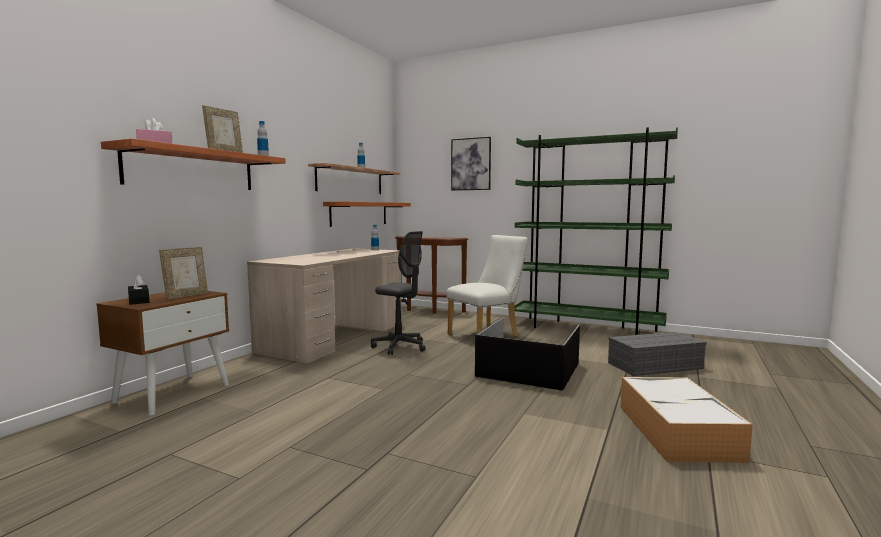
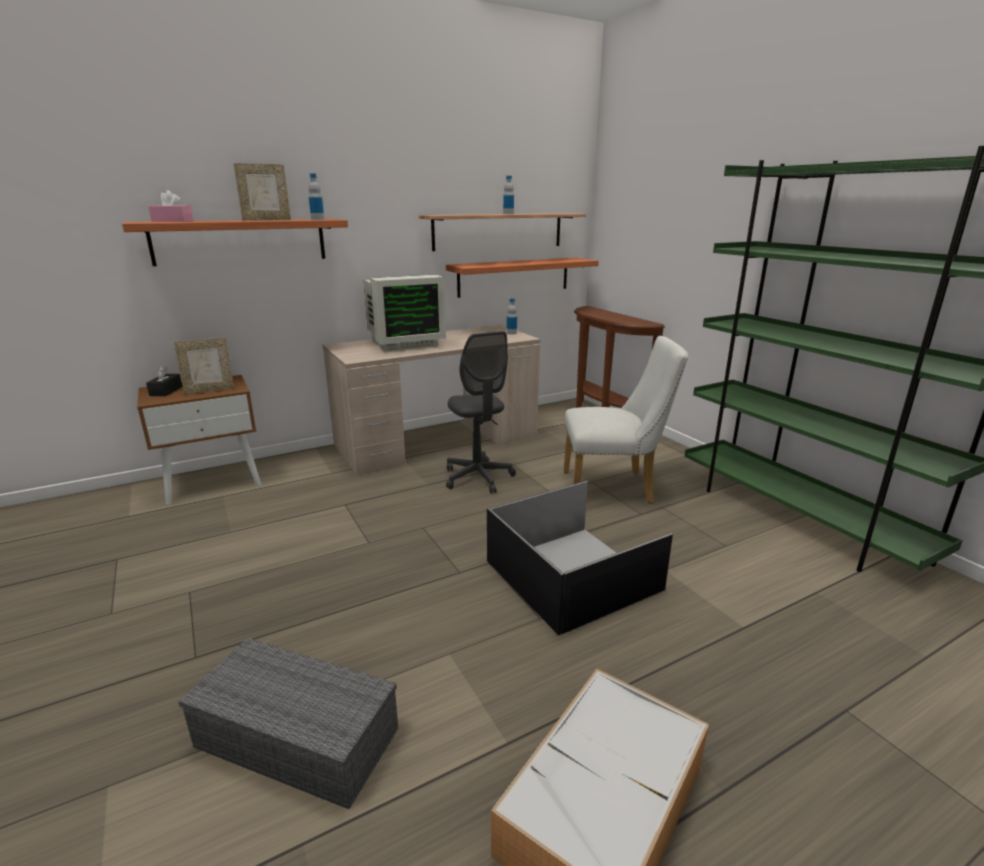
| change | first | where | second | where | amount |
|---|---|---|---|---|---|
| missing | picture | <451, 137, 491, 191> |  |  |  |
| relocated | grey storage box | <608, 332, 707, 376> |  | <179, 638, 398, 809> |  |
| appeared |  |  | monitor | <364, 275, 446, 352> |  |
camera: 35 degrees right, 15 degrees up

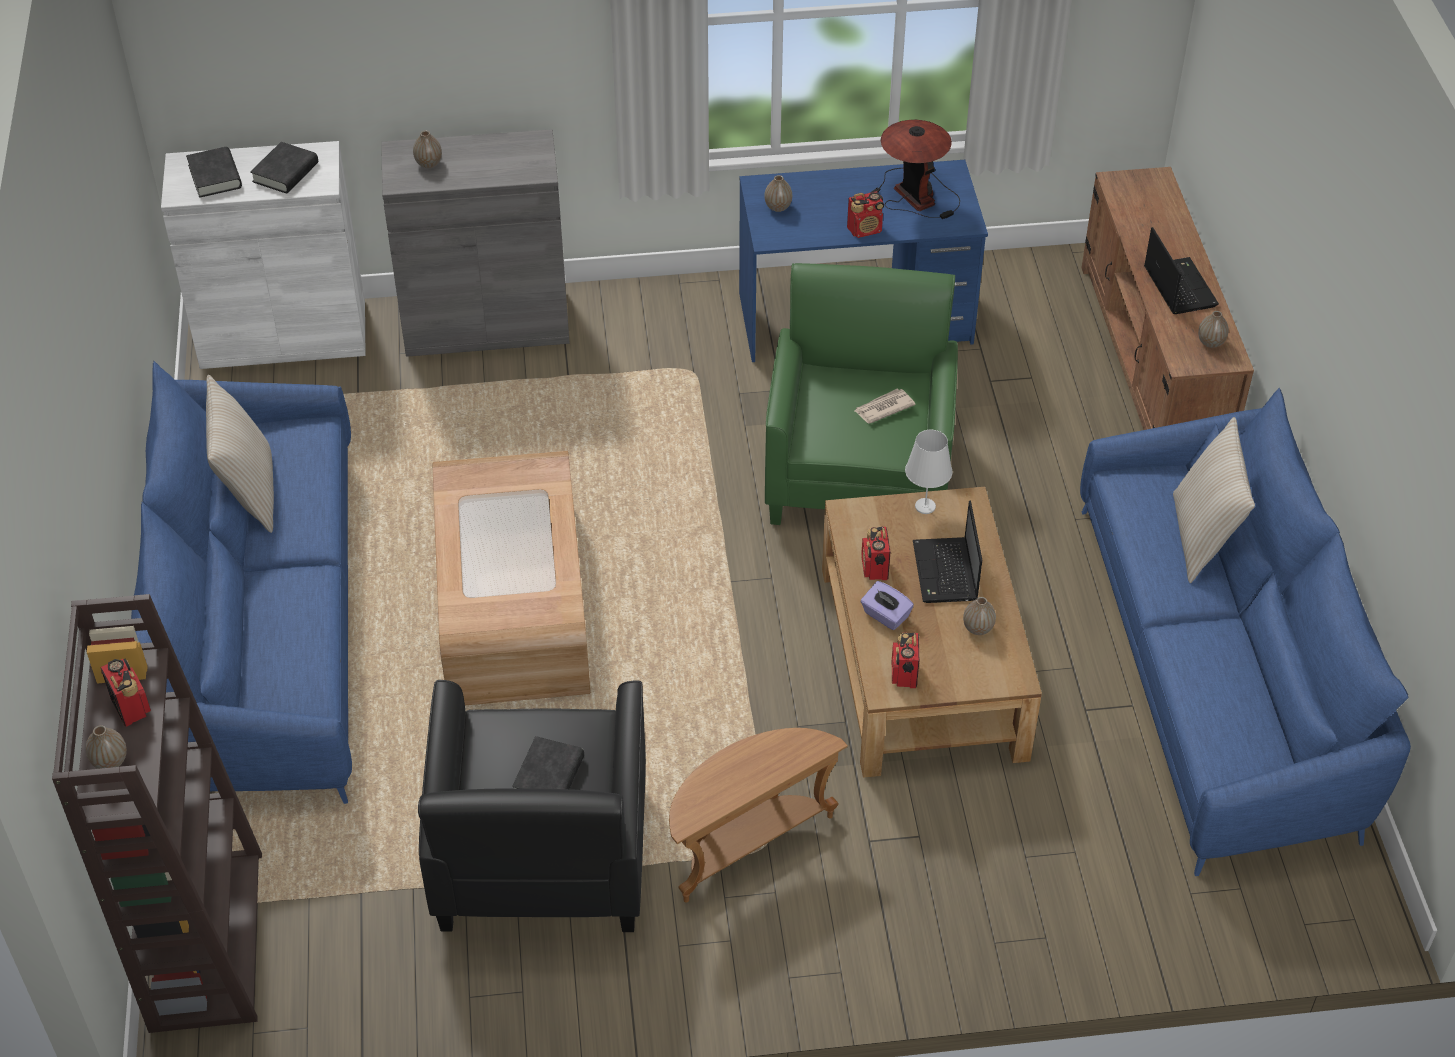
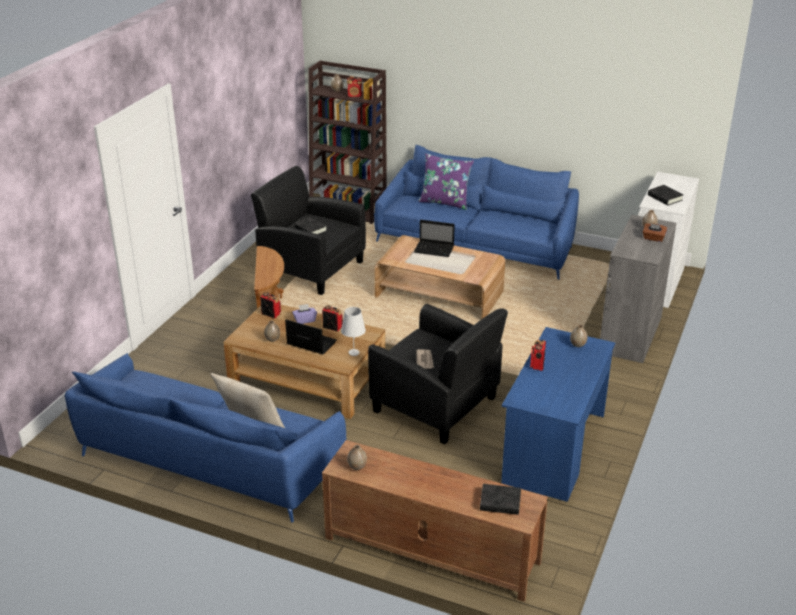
| change | first | where | second | where | amount |
|---|---|---|---|---|---|
| relocated | black book | <186, 147, 242, 198> |  | <480, 484, 521, 515> |  |
| missing | beige pillow | <206, 375, 274, 533> |  |  |  |
| colour | green armchair | <765, 263, 958, 525> | black armchair | <368, 304, 508, 444> |  |
| missing | table lamp | <870, 120, 960, 219> |  |  |  |
| relocated | laptop | <1144, 227, 1219, 314> |  | <414, 220, 455, 257> |  |
| appeared |  |  | purple pillow | <419, 153, 474, 210> |  |
| appeared |  |  | brown tissue box | <643, 223, 667, 242> |  |
camera: 120 degrees right, 15 degrees down

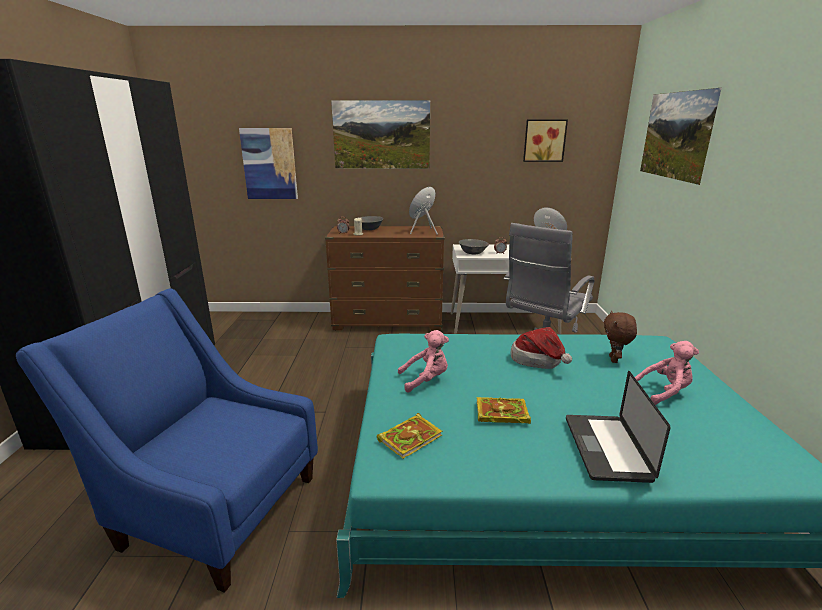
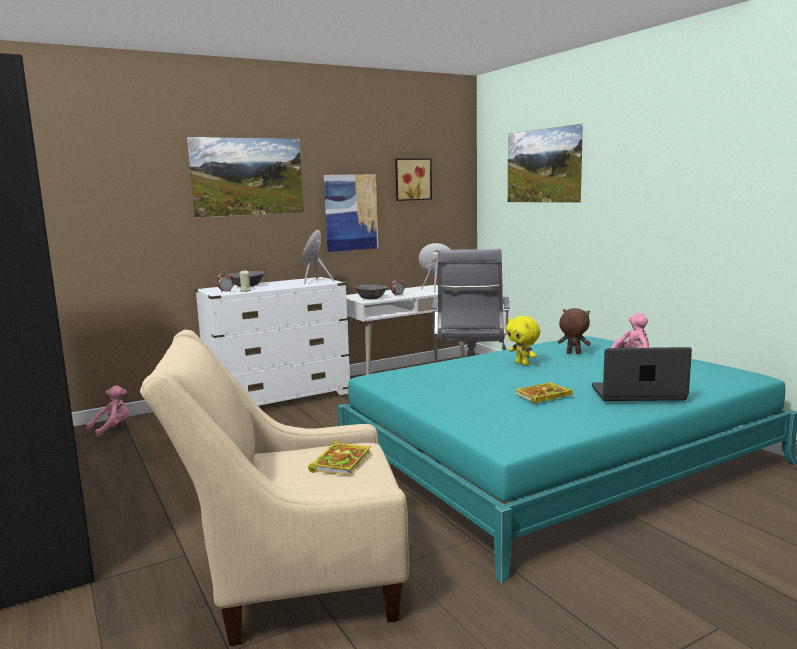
| change | first | where | second | where | amount |
|---|---|---|---|---|---|
| colour | blue armchair | <16, 289, 318, 593> | beige armchair | <140, 330, 409, 646> |  |
| relocated | picture | <239, 128, 298, 199> |  | <324, 174, 378, 252> |  |
| colour | brown dresser | <325, 226, 445, 331> | white dresser | <195, 277, 350, 406> |  |
| relocated | book | <377, 413, 443, 459> |  | <308, 441, 371, 476> |  |
| relocated | pink plush toy | <398, 330, 449, 392> |  | <86, 385, 129, 437> |  |
| exchanged | hat | <511, 327, 572, 369> | yellow plush toy | <506, 316, 540, 366> |  |
| spun | laptop | <566, 371, 671, 483> |  | <592, 347, 692, 401> | 120 degrees clockwise |
| spun | brown plush toy | <604, 311, 637, 363> |  | <558, 308, 591, 354> | 135 degrees clockwise |
camera: 30 degrees left, 10 degrees down

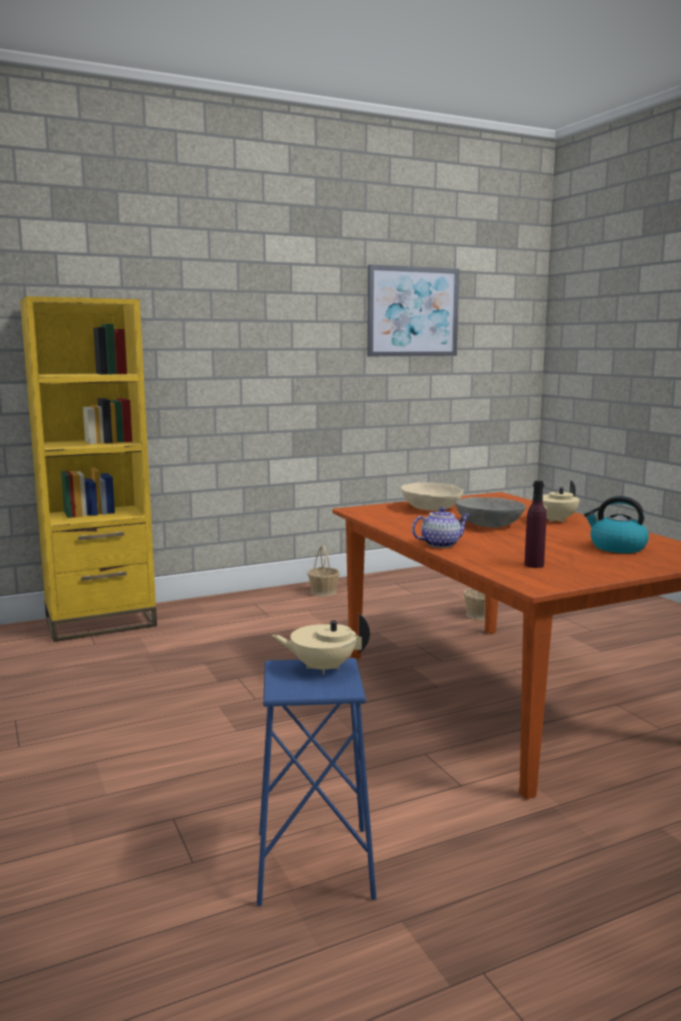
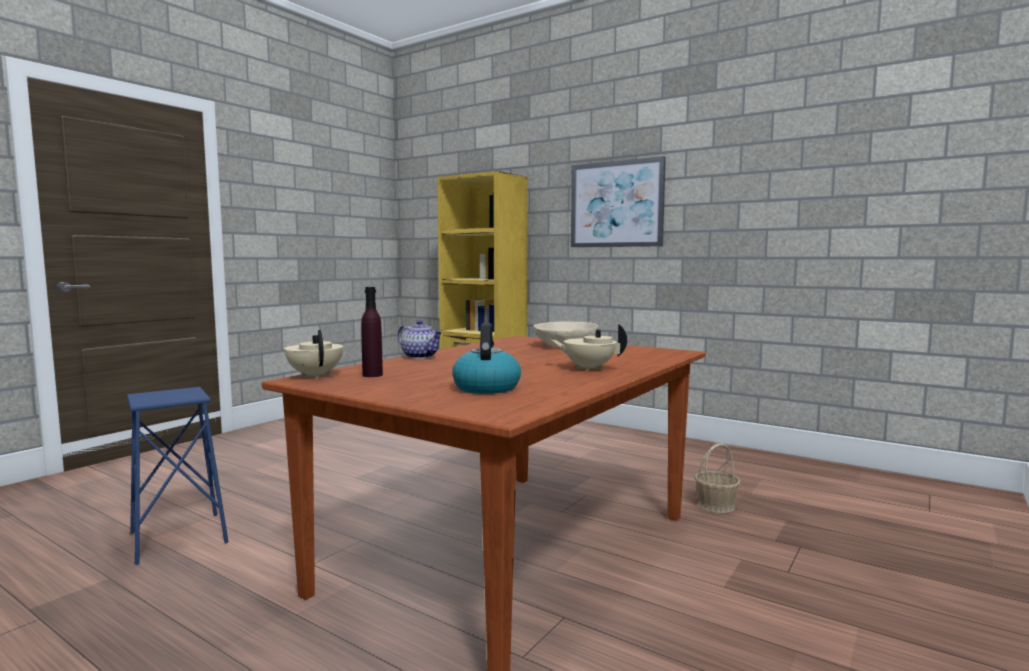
| change | first | where | second | where | amount |
|---|---|---|---|---|---|
| relocated | beige teapot | <272, 613, 370, 675> |  | <284, 330, 343, 379> |  |
| missing | basket | <307, 546, 340, 597> |  |  |  |
| relocated | picture | <367, 264, 460, 357> |  | <571, 156, 666, 248> |  |
| missing | grey bowl | <455, 497, 526, 528> |  |  |  |
camera: 60 degrees right, 5 degrees down

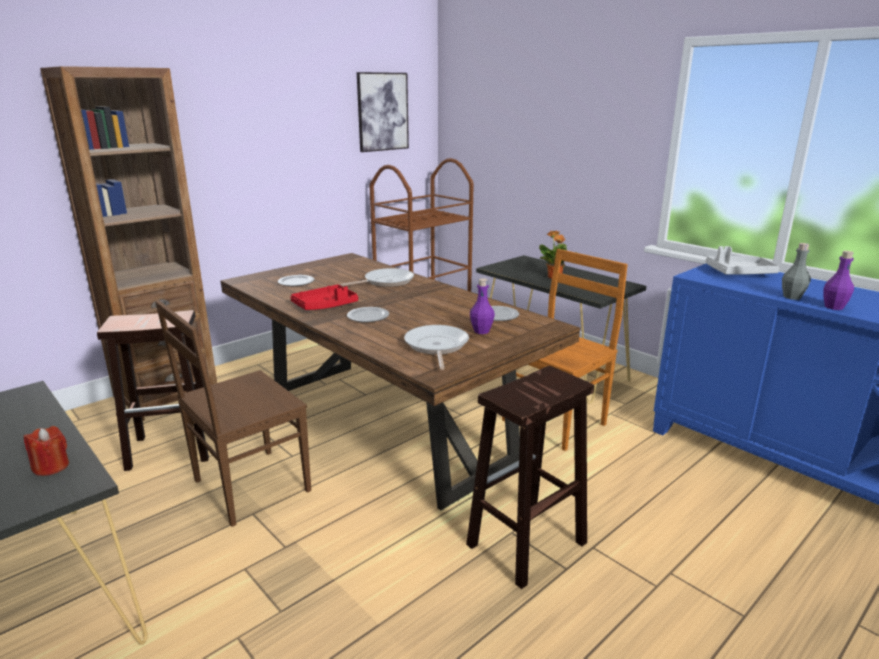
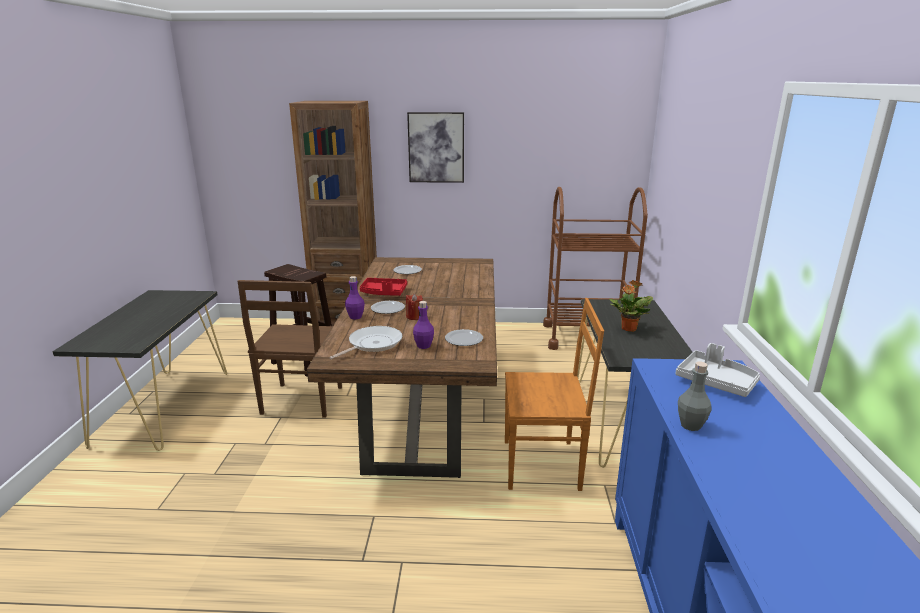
| change | first | where | second | where | amount |
|---|---|---|---|---|---|
| relocated | red candle | <24, 426, 69, 476> |  | <406, 294, 423, 320> |  |
| spun | brown chair | <155, 300, 311, 527> |  | <237, 280, 342, 418> | 90 degrees counterclockwise |
| missing | frying pan | <340, 268, 414, 287> |  |  |  |
| relocated | picture | <357, 72, 409, 152> |  | <407, 112, 464, 183> |  |
| missing | brown stool | <466, 366, 594, 589> |  |  |  |
| relocated | purple bottle | <823, 251, 854, 310> |  | <345, 276, 365, 319> |  |
camera: 45 degrees right, 0 degrees up

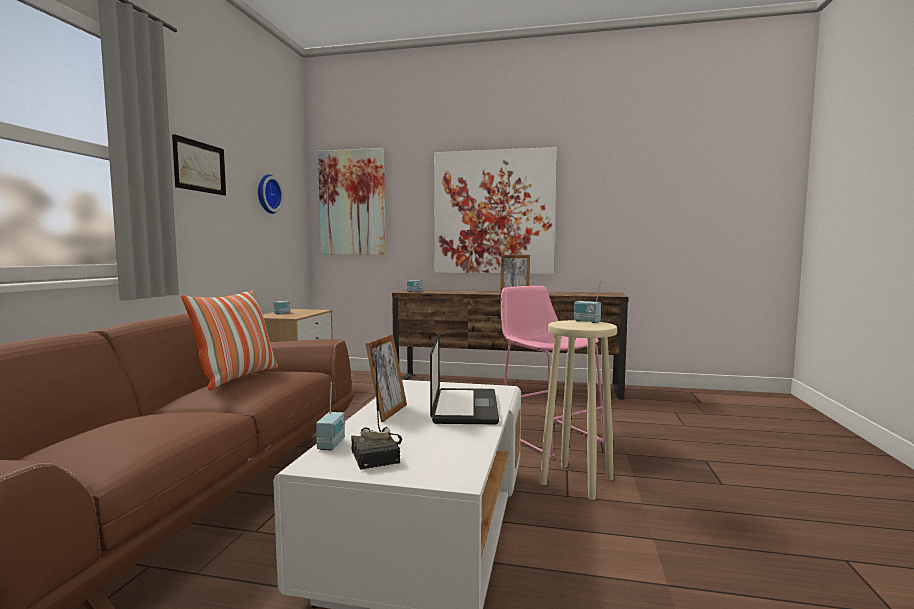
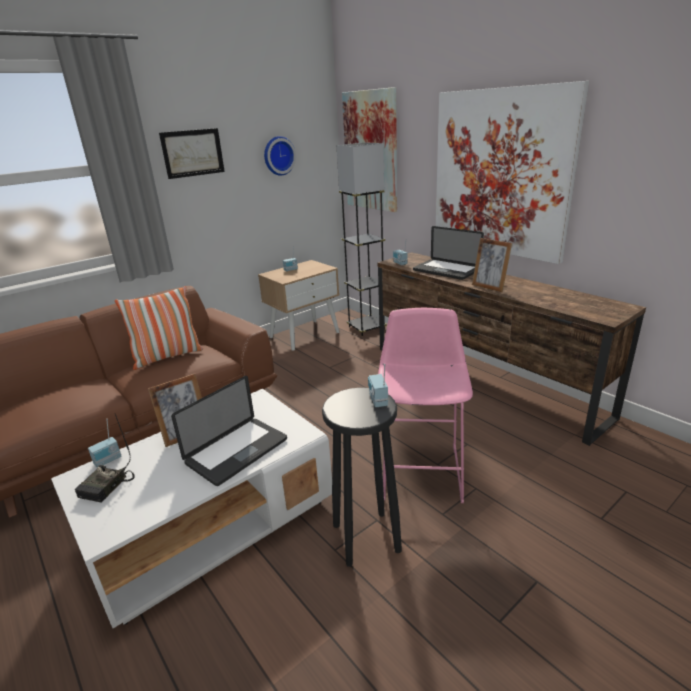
| change | first | where | second | where | amount |
|---|---|---|---|---|---|
| colour | beige stool | <540, 320, 617, 500> | black stool | <322, 388, 402, 567> |  |
| appeared |  |  | grey floor lamp | <337, 142, 387, 336> |  |
| appeared |  |  | laptop | <413, 226, 484, 280> |  |
camera: 40 degrees right, 20 degrees up

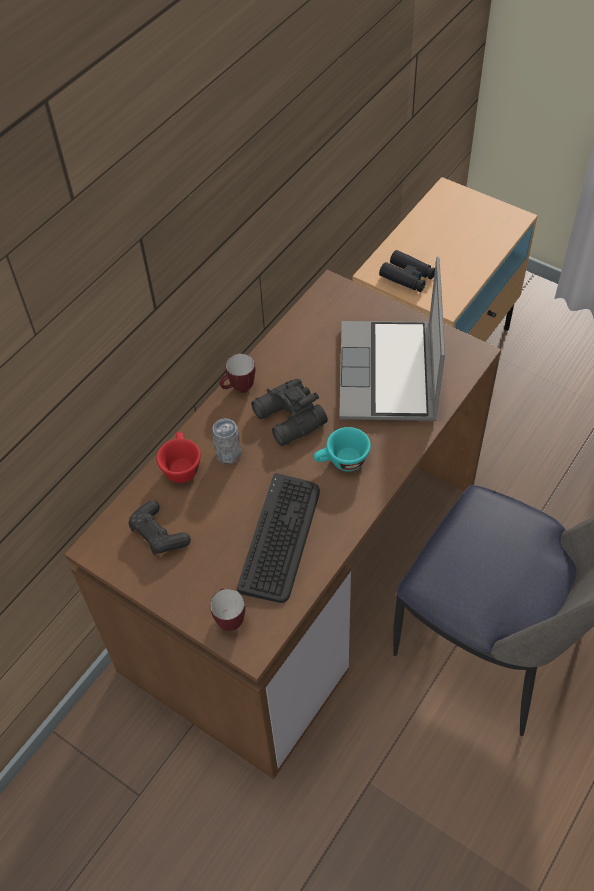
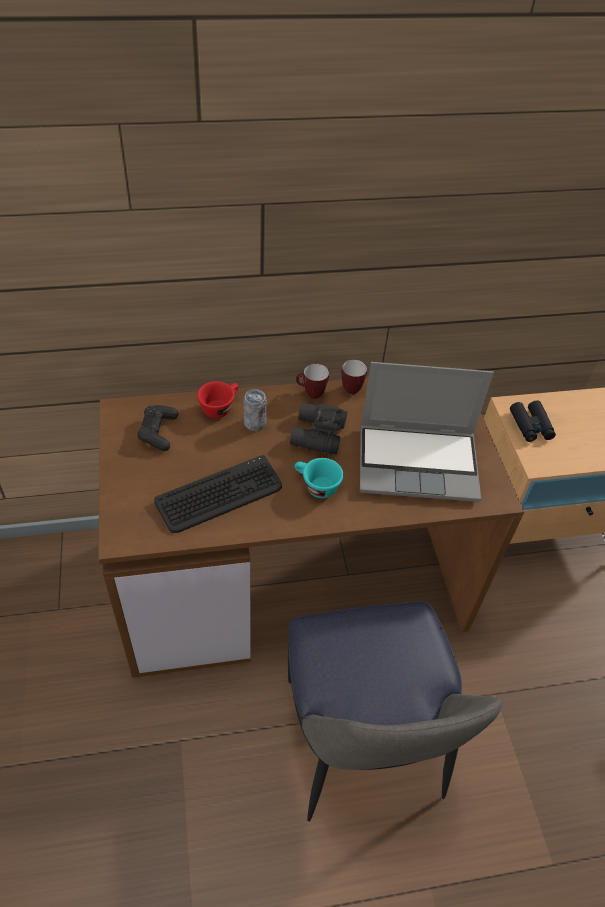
| change | first | where | second | where | amount |
|---|---|---|---|---|---|
| relocated | mug | <210, 588, 245, 631> |  | <341, 360, 367, 395> |  |
| spun | laptop | <339, 256, 445, 421> |  | <360, 362, 494, 502> | 135 degrees counterclockwise |
camera: 40 degrees right, 5 degrees down

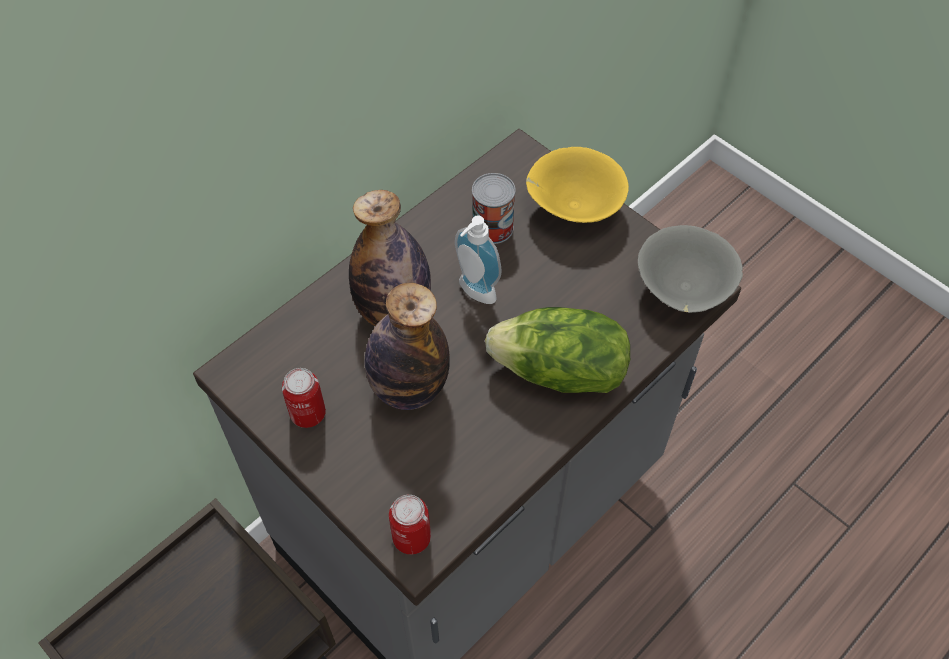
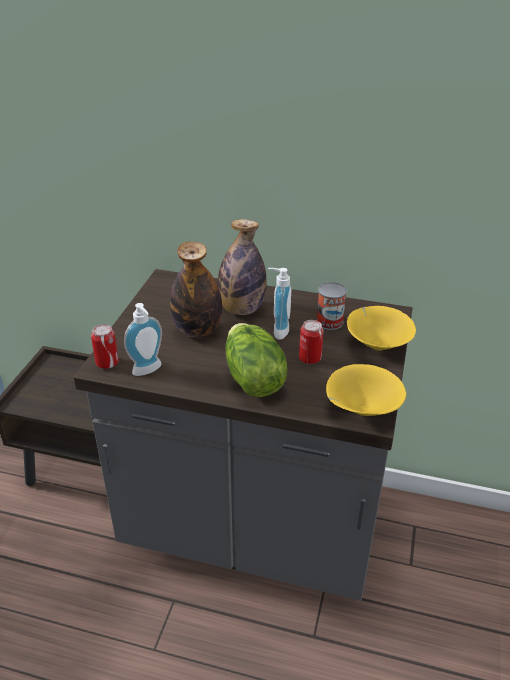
| change | first | where | second | where | amount |
|---|---|---|---|---|---|
| relocated | can | <282, 368, 326, 428> |  | <299, 320, 324, 364> |  |
| colour | grey bowl | <638, 225, 743, 313> | yellow bowl | <326, 364, 406, 416> |  |
| appeared |  |  | soap dispenser | <124, 303, 162, 376> |  |
camera: 60 degrees right, 20 degrees down

